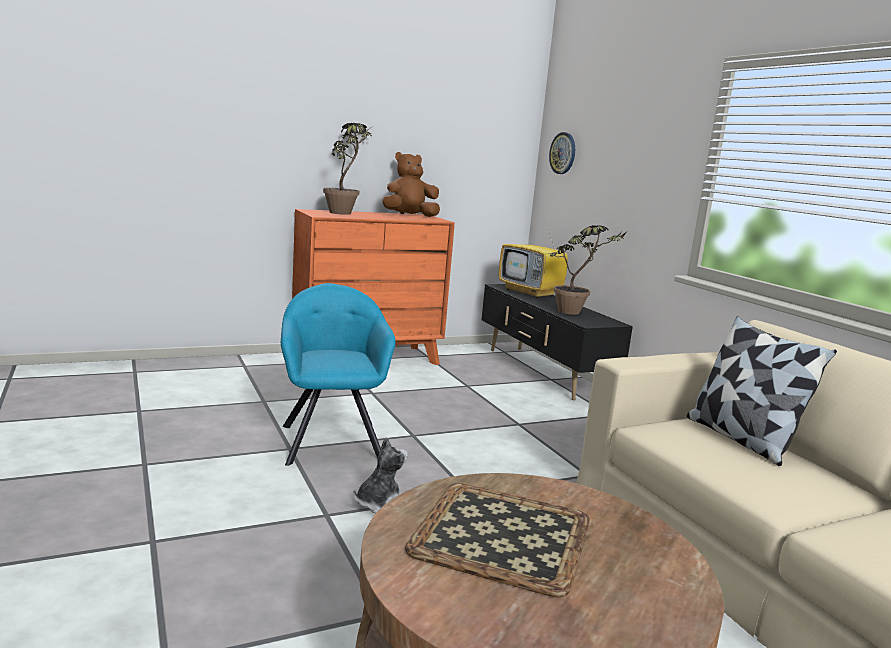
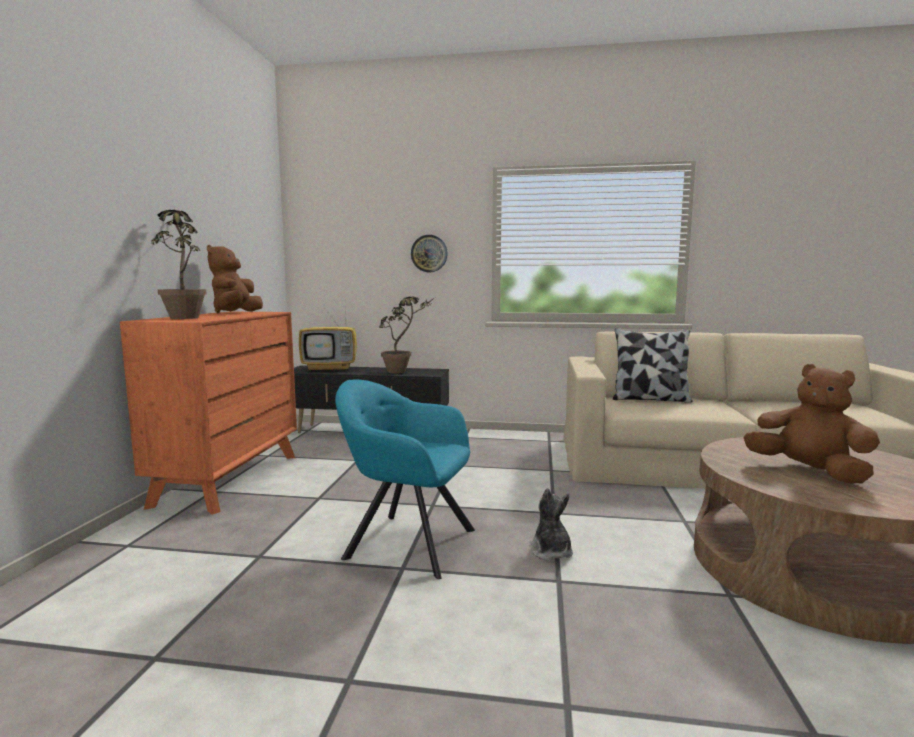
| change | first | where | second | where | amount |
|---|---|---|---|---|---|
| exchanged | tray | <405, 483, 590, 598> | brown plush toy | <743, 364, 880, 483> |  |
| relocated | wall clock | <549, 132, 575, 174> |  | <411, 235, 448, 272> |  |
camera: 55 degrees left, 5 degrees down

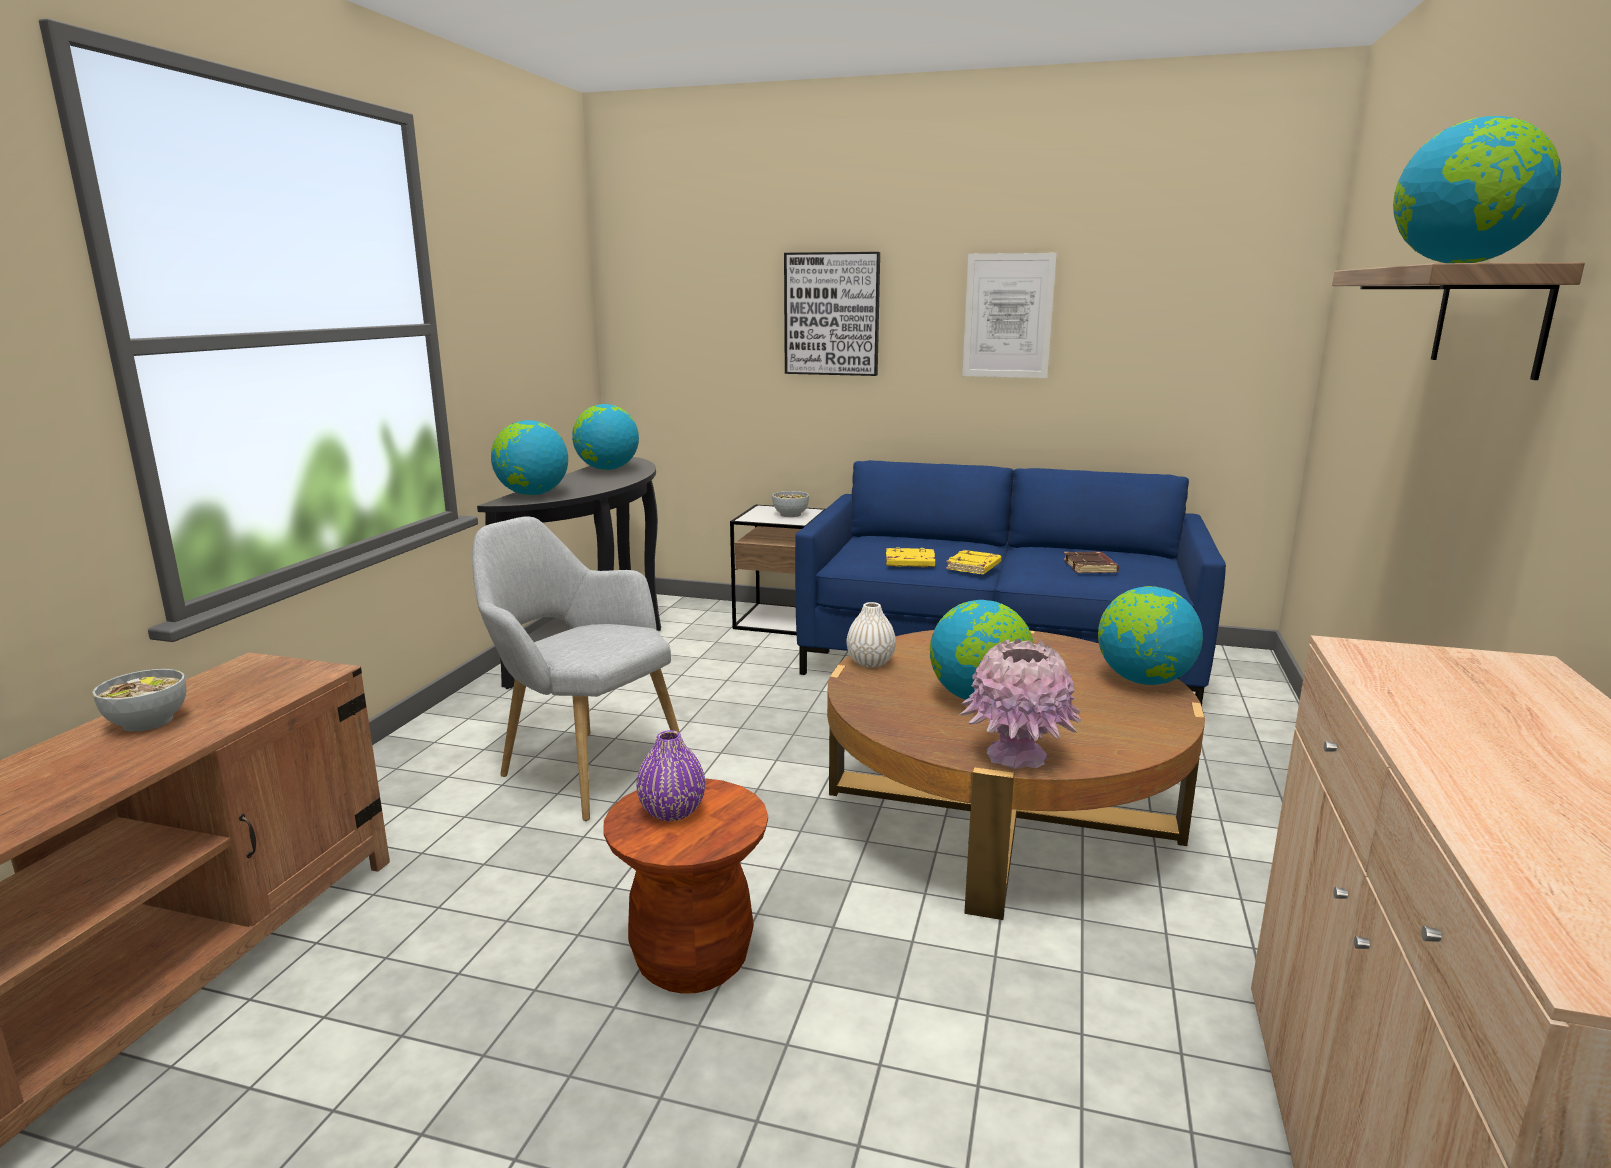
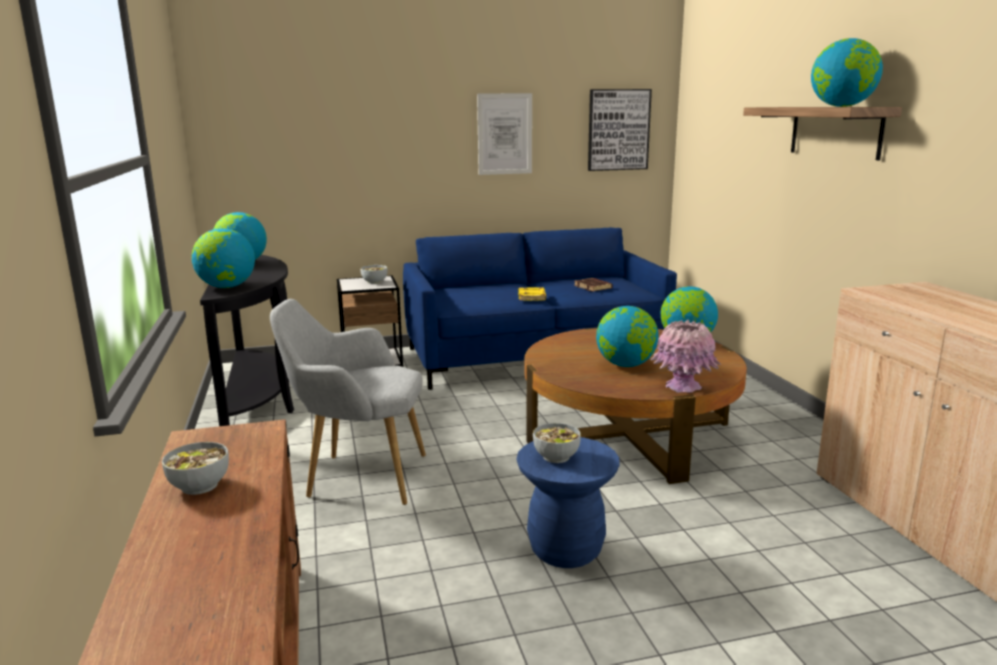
| change | first | where | second | where | amount |
|---|---|---|---|---|---|
| colour | brown stool | <604, 778, 768, 994> | blue stool | <517, 437, 620, 568> |  |
| exchanged | purple vase | <637, 730, 705, 821> | bowl | <533, 423, 581, 463> |  |
| relocated | picture | <784, 252, 880, 376> |  | <588, 89, 652, 171> |  |
| missing | white vase | <847, 602, 896, 668> |  |  |  |
| missing | yellow book | <886, 547, 935, 567> |  |  |  |
camera: 30 degrees left, 0 degrees up

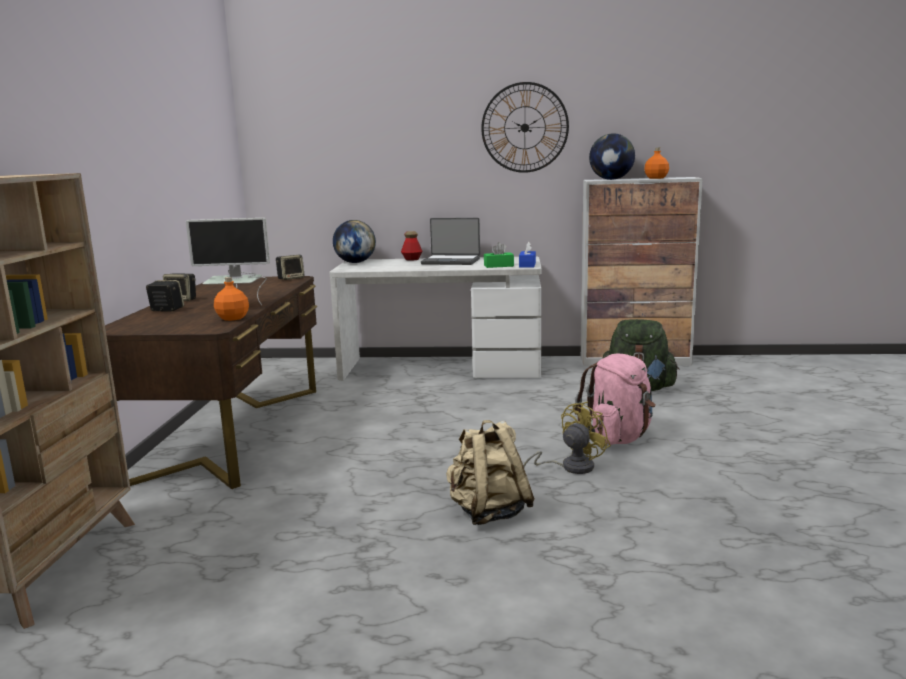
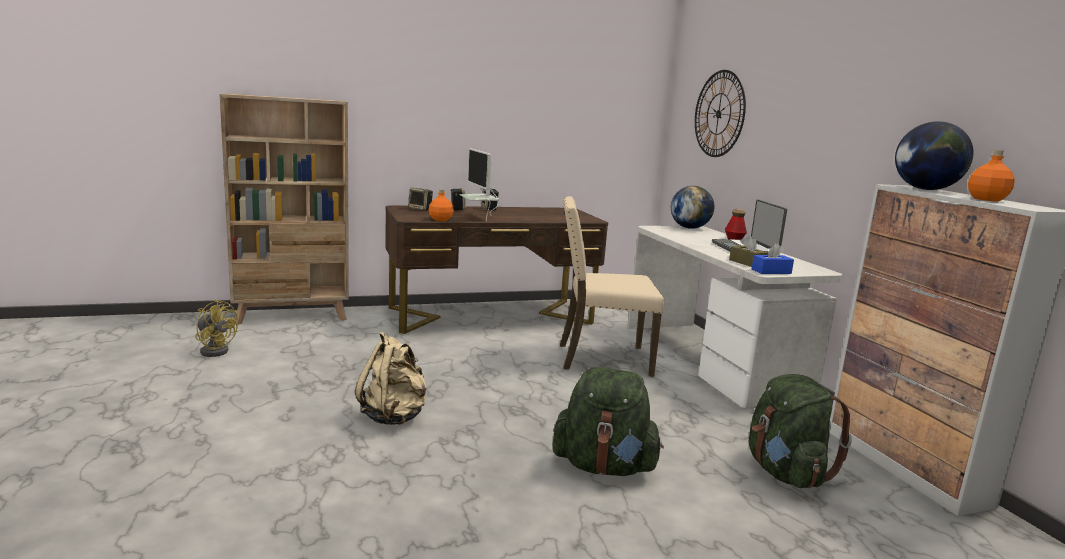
| change | first | where | second | where | amount |
|---|---|---|---|---|---|
| relocated | speaker | <276, 255, 304, 280> |  | <408, 188, 433, 211> |  |
| relocated | wall clock | <481, 82, 569, 173> |  | <695, 70, 746, 157> |  |
| colour | green tissue box | <484, 242, 514, 268> | brown tissue box | <729, 236, 768, 267> |  |
| relocated | yellow fan | <523, 402, 611, 474> |  | <195, 299, 238, 357> |  |
| colour | pink backpack | <574, 353, 656, 445> | green backpack | <553, 367, 664, 476> |  |
| appeared |  |  | beige chair | <560, 196, 665, 377> |  |
camera: 65 degrees right, 0 degrees up

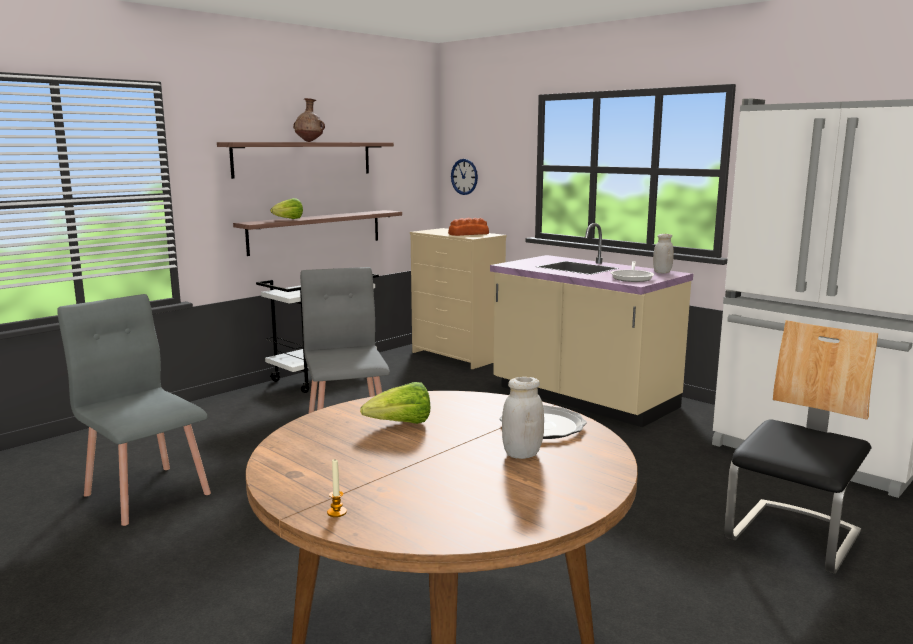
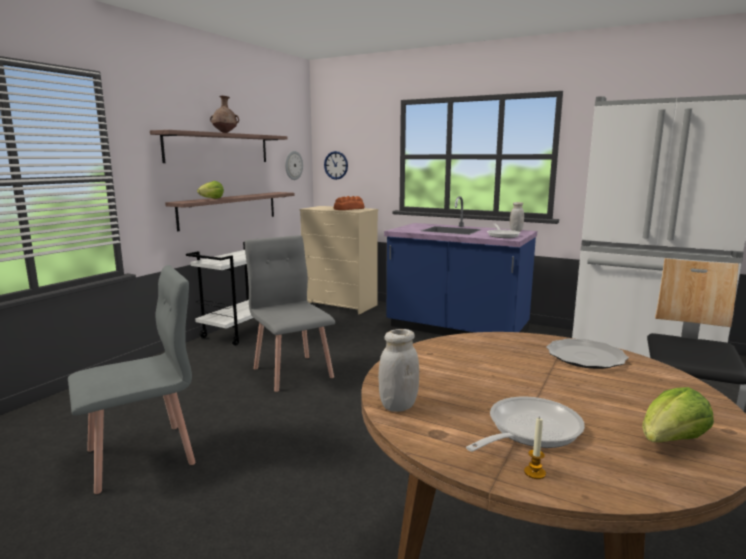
| change | first | where | second | where | amount |
|---|---|---|---|---|---|
| spun | grey chair | <57, 294, 211, 526> |  | <68, 265, 196, 494> | 120 degrees clockwise |
| relocated | lettuce | <360, 382, 430, 424> |  | <642, 387, 714, 442> |  |
| colour | beige counter | <490, 223, 693, 427> | blue counter | <384, 196, 537, 336> |  |
| relocated | white jar | <502, 377, 544, 459> |  | <378, 329, 419, 412> |  |
| appeared |  |  | wall clock | <285, 151, 303, 180> |  |
| appeared |  |  | frying pan | <466, 397, 585, 452> |  |
camera: 15 degrees left, 0 degrees up

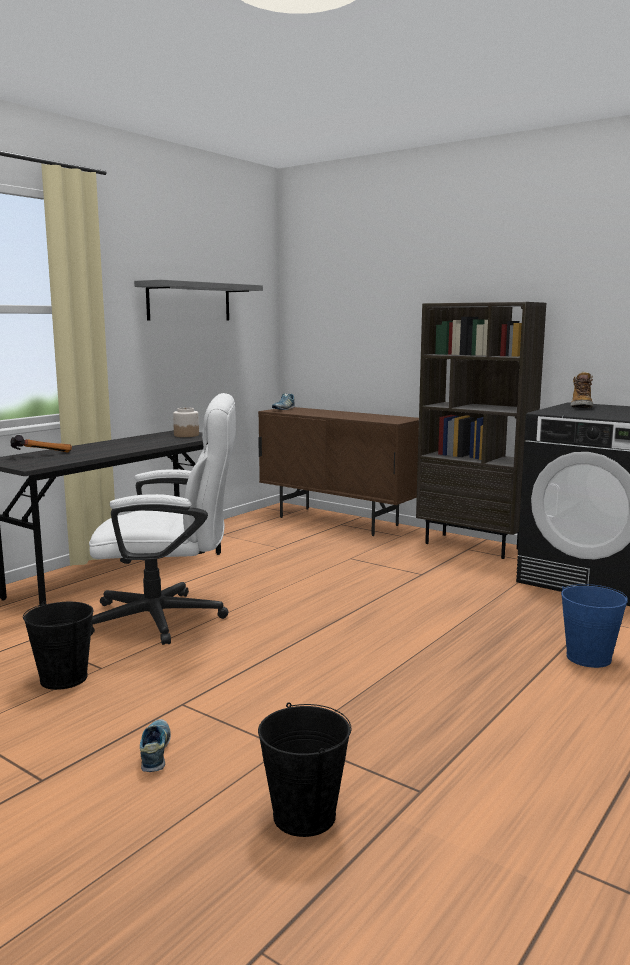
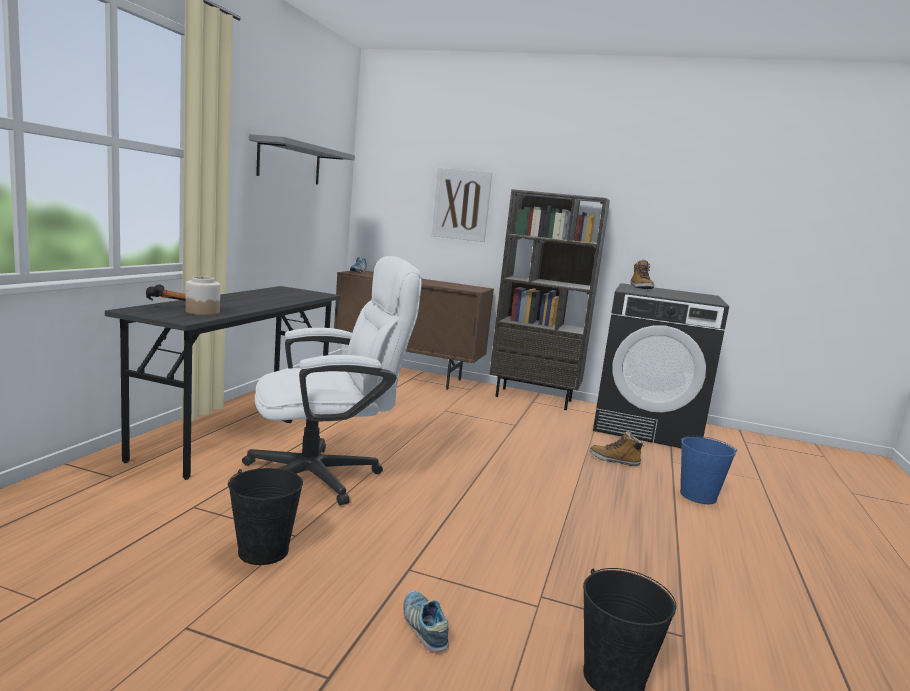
| change | first | where | second | where | amount |
|---|---|---|---|---|---|
| relocated | jar | <173, 407, 199, 437> |  | <185, 276, 220, 315> |  |
| appeared |  |  | picture | <432, 168, 492, 242> |  |
| appeared |  |  | boot | <590, 431, 644, 466> |  |
camera: 20 degrees left, 0 degrees up

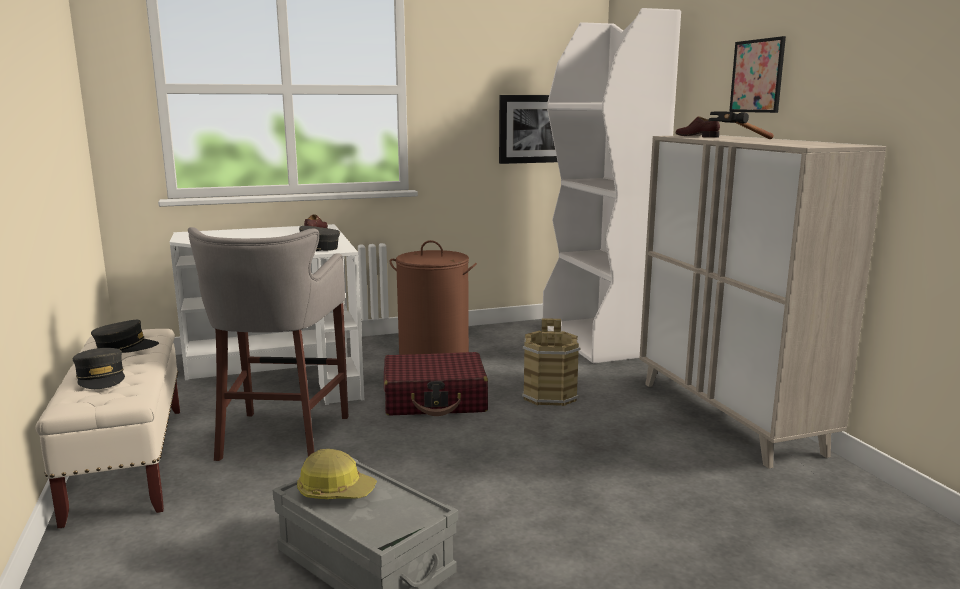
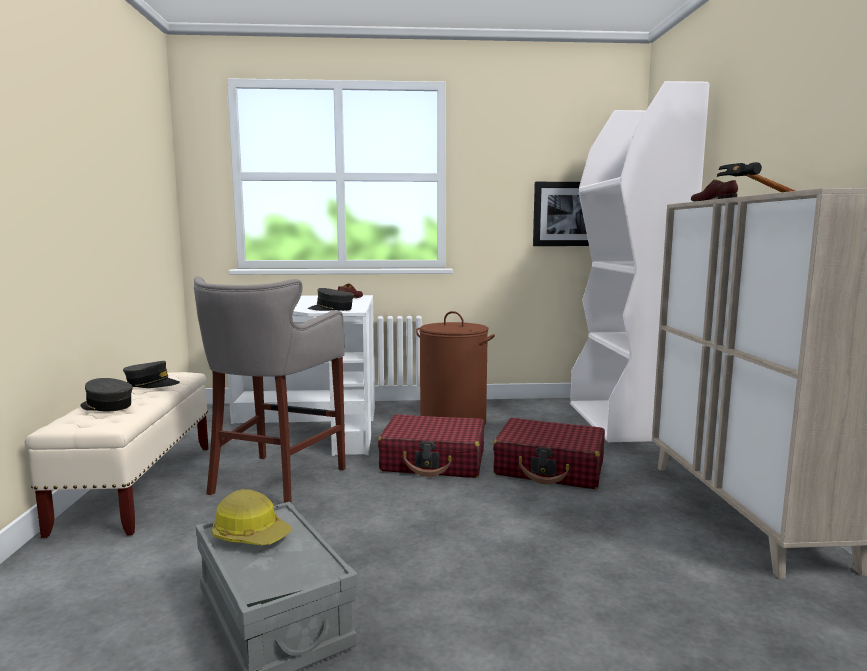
| change | first | where | second | where | amount |
|---|---|---|---|---|---|
| spun | grey cap | <73, 348, 125, 389> |  | <81, 378, 133, 411> | 135 degrees clockwise |
| exchanged | brown bucket | <522, 318, 581, 406> | red suitcase | <493, 418, 605, 489> |  |
| missing | picture | <729, 36, 786, 113> |  |  |  |
camera: 15 degrees right, 5 degrees down

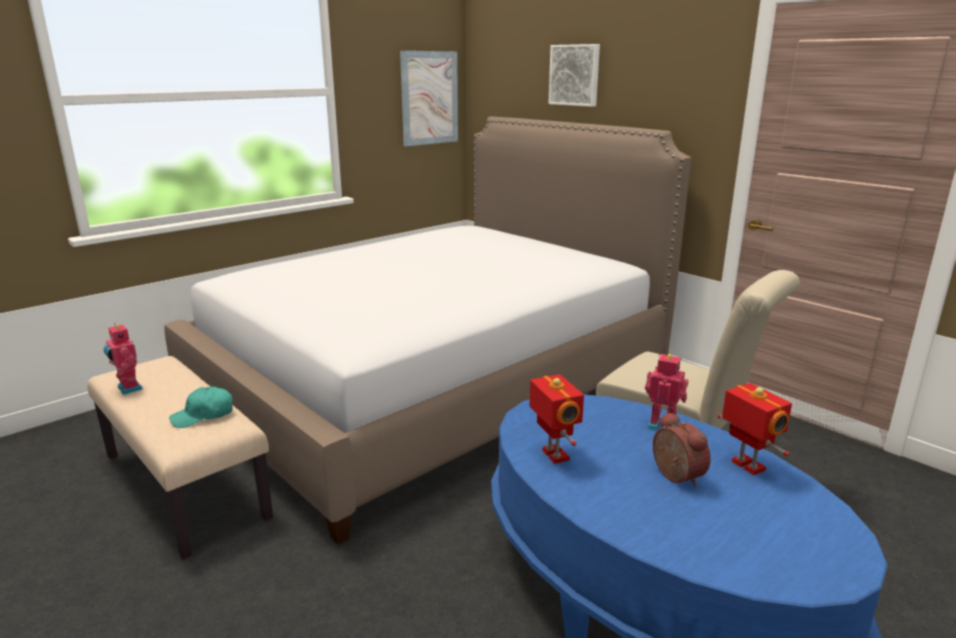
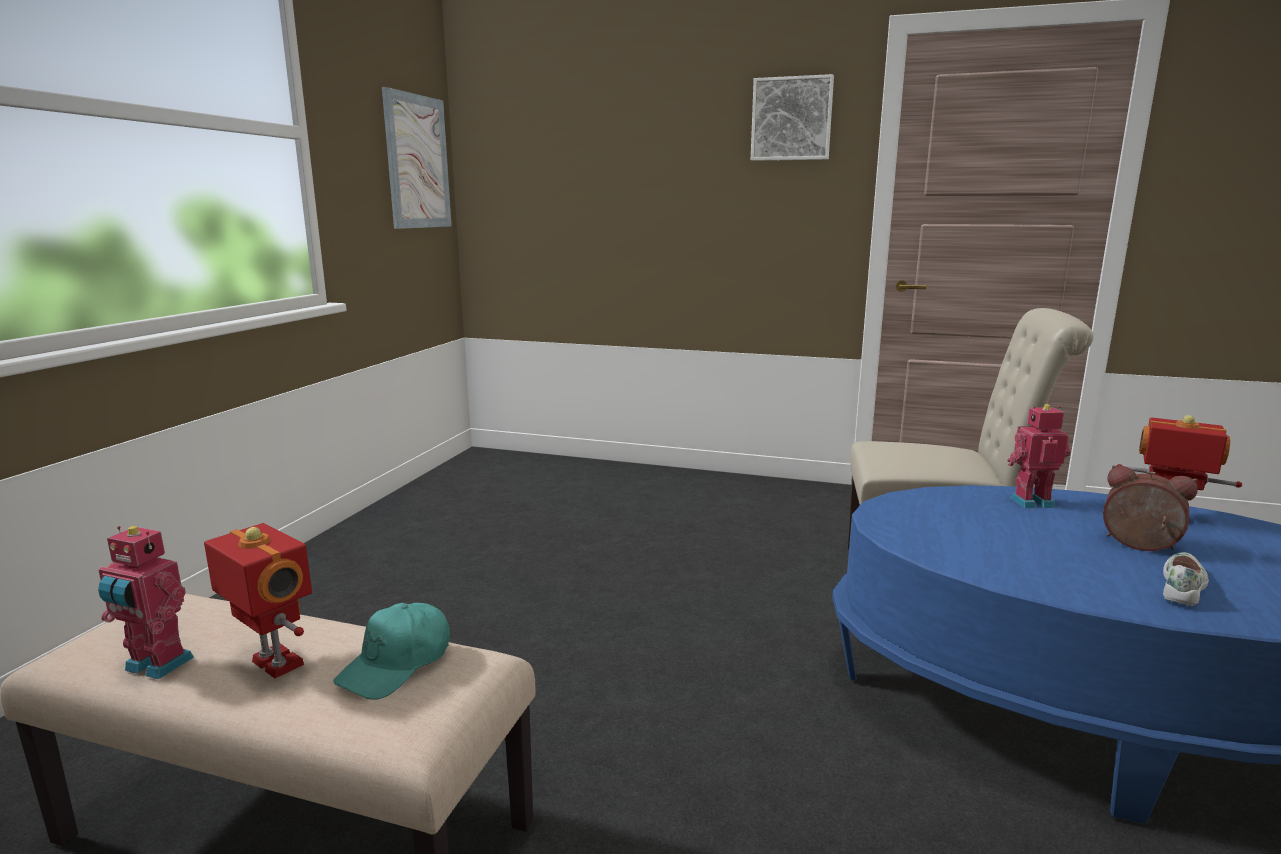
| change | first | where | second | where | amount |
|---|---|---|---|---|---|
| missing | bed | <164, 116, 692, 544> |  |  |  |
| relocated | toy robot | <530, 374, 584, 464> |  | <204, 523, 312, 679> |  |
| relocated | picture | <548, 44, 600, 107> |  | <751, 74, 834, 161> |  |
| appeared |  |  | white shoe | <1163, 552, 1209, 606> |  |
camera: 30 degrees left, 5 degrees down

